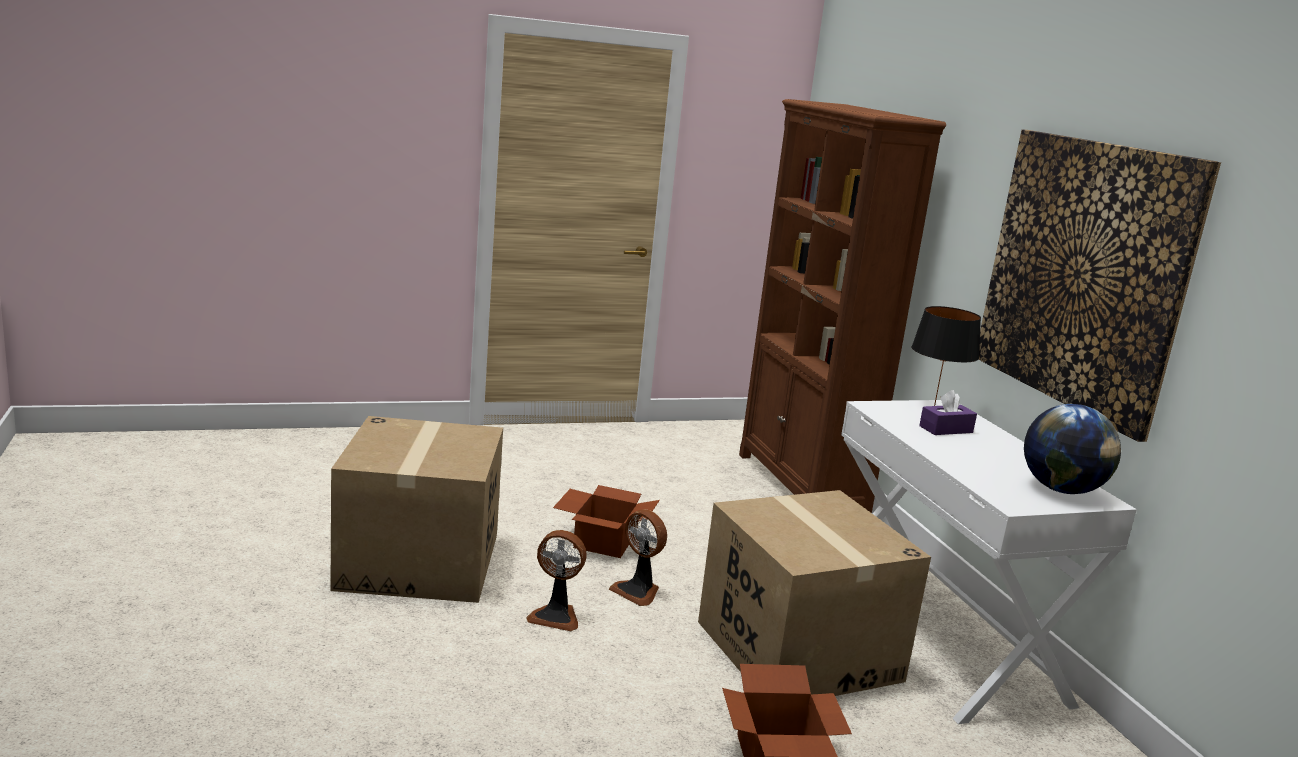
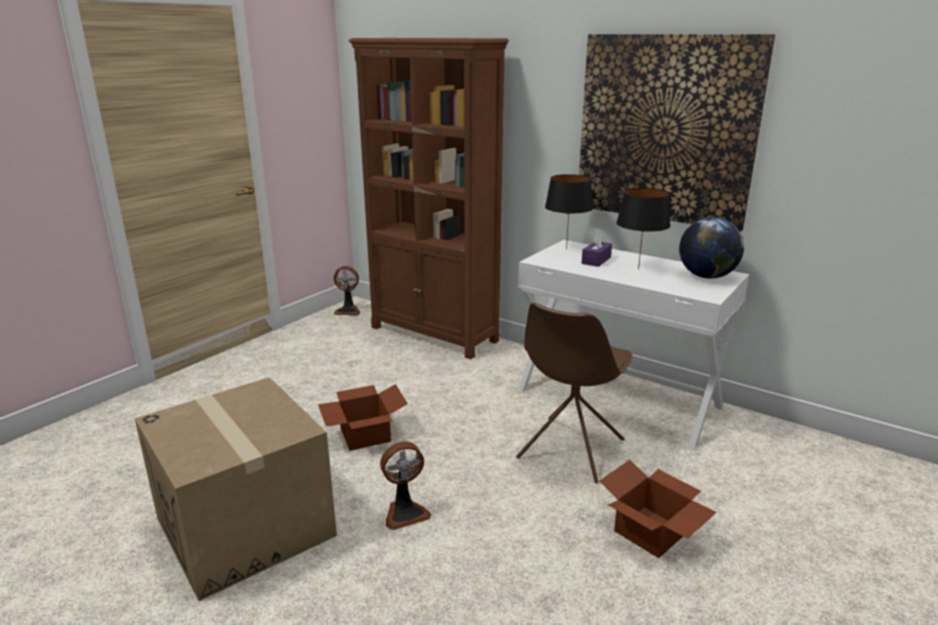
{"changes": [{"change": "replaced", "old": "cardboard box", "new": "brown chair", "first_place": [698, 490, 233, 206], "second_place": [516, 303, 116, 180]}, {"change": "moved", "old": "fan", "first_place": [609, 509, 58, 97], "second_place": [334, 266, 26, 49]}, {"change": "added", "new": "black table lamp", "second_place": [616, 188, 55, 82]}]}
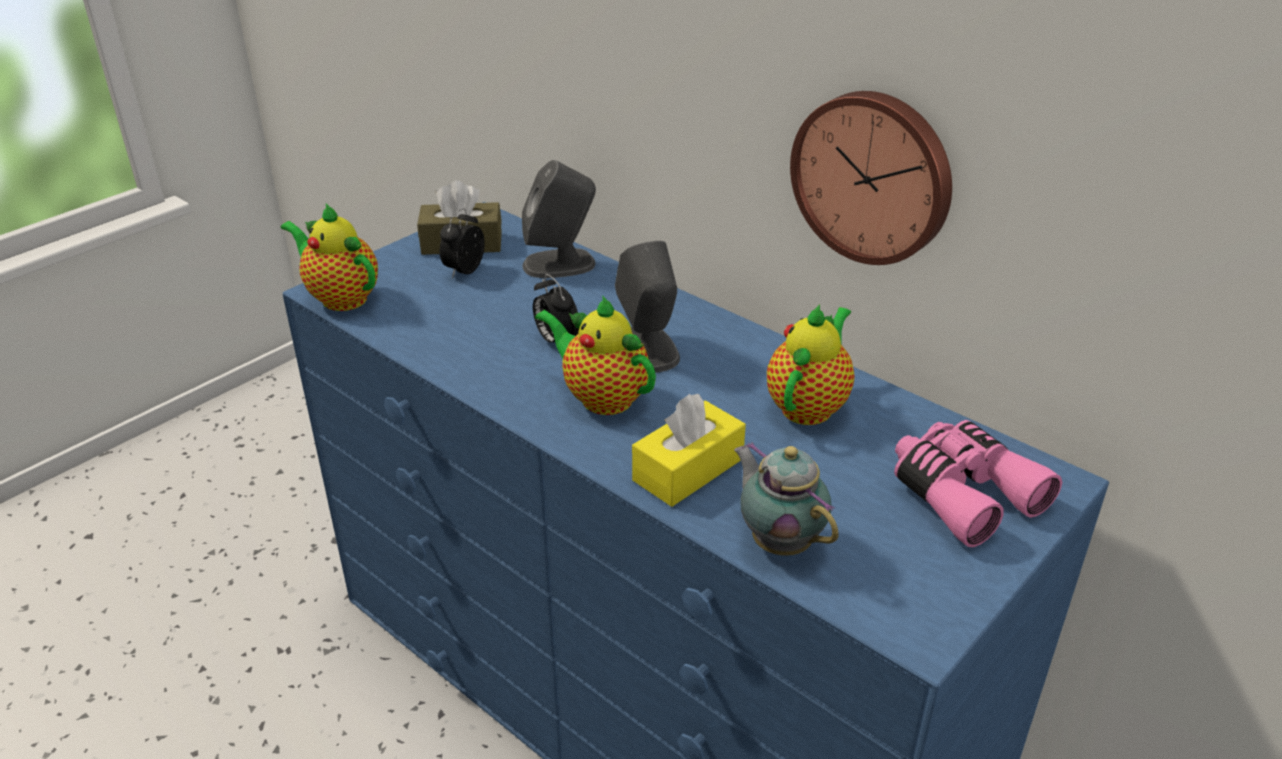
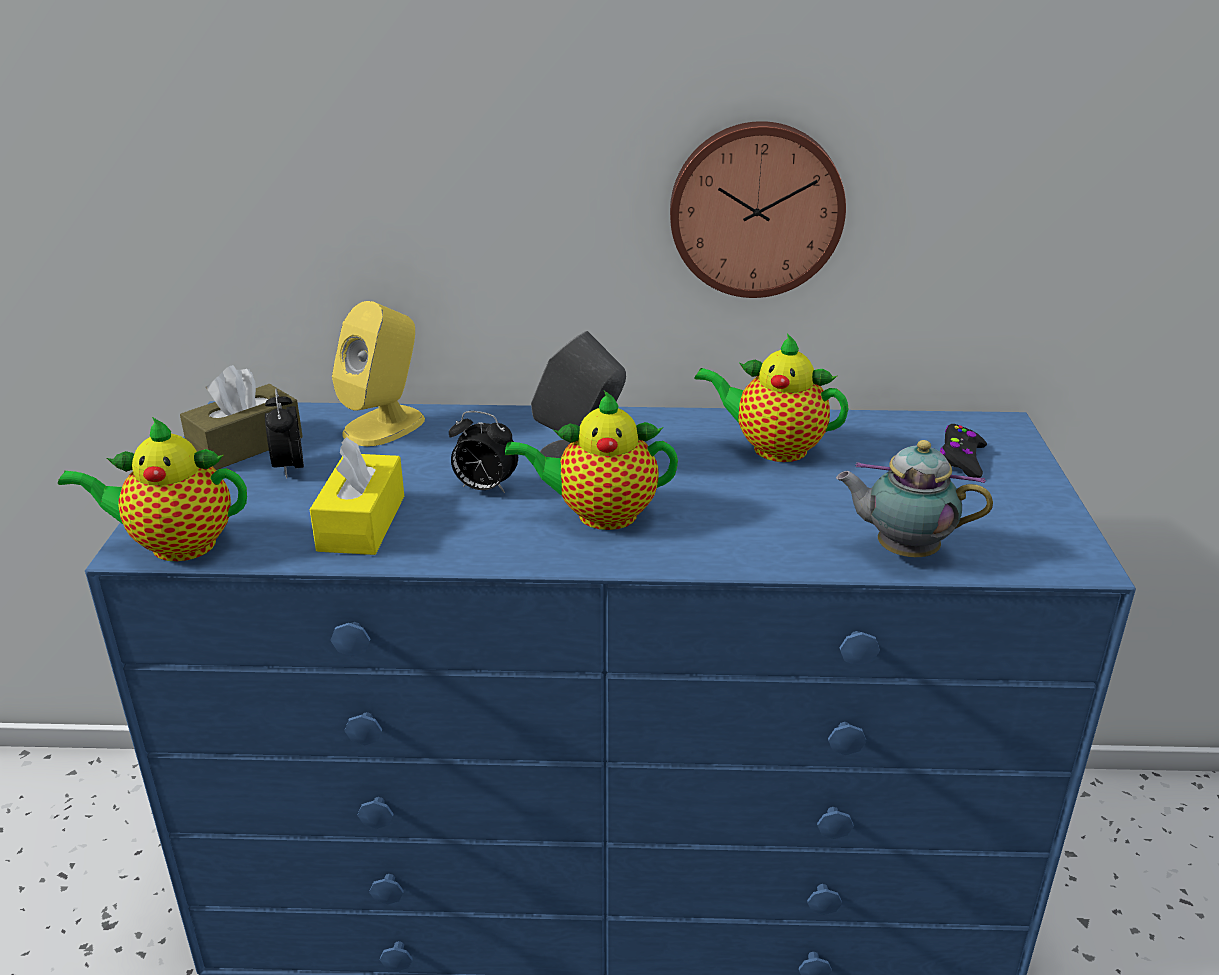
{"changes": [{"change": "recoloured", "old": "grey speaker", "new": "yellow speaker", "first_place": [522, 160, 74, 118], "second_place": [332, 301, 93, 145]}, {"change": "turned", "old": "teapot", "first_place": [767, 304, 87, 121], "second_place": [694, 333, 155, 129], "degrees": -60}, {"change": "moved", "old": "yellow tissue box", "first_place": [632, 394, 114, 113], "second_place": [310, 437, 94, 118]}, {"change": "replaced", "old": "pink binoculars", "new": "black game controller", "first_place": [894, 420, 168, 127], "second_place": [940, 424, 47, 54]}]}
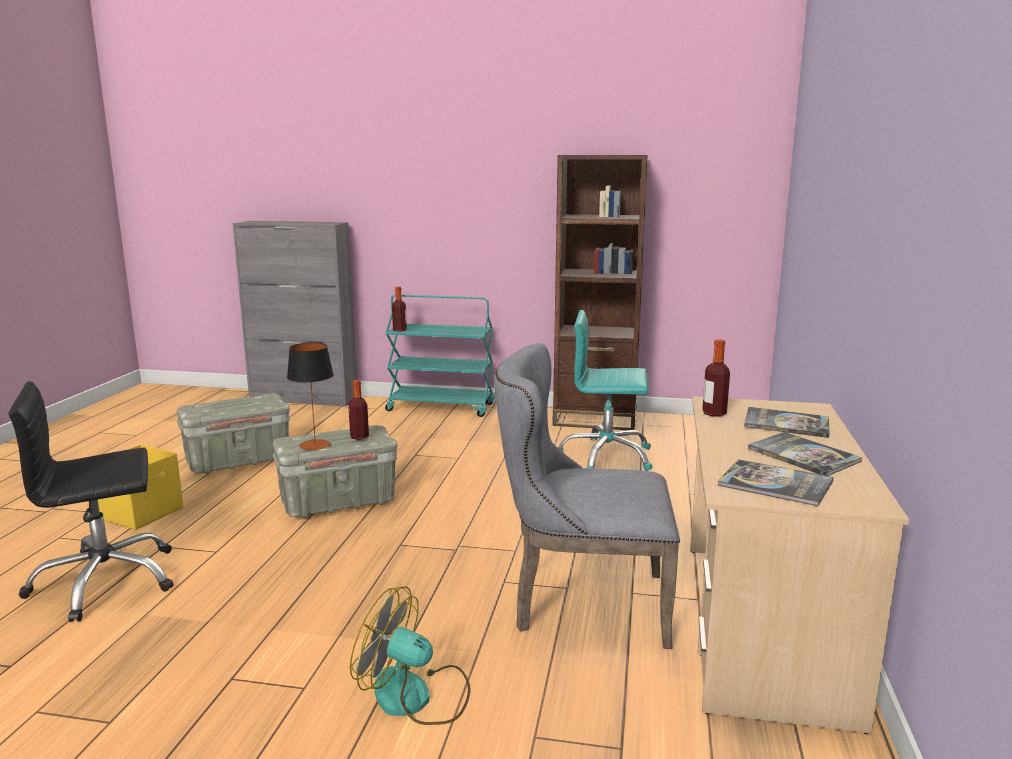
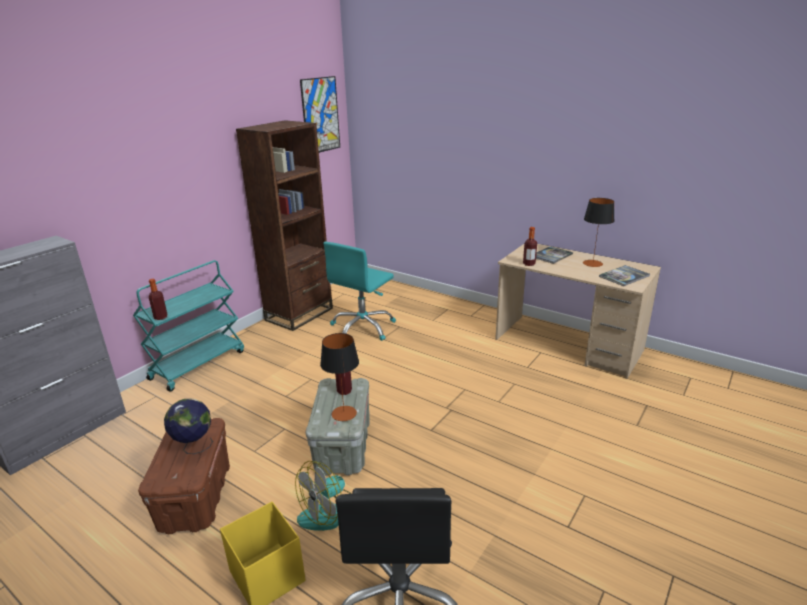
{"changes": [{"change": "removed", "old": "grey chair", "first_place": [494, 343, 186, 306]}, {"change": "recoloured", "old": "grey storage box", "new": "brown storage box", "first_place": [177, 393, 113, 81], "second_place": [138, 418, 92, 116]}, {"change": "replaced", "old": "book", "new": "table lamp", "first_place": [748, 432, 114, 44], "second_place": [583, 198, 32, 69]}, {"change": "moved", "old": "fan", "first_place": [350, 586, 121, 139], "second_place": [295, 461, 57, 70]}, {"change": "added", "new": "picture", "second_place": [300, 76, 40, 77]}, {"change": "added", "new": "globe", "second_place": [164, 399, 49, 55]}]}
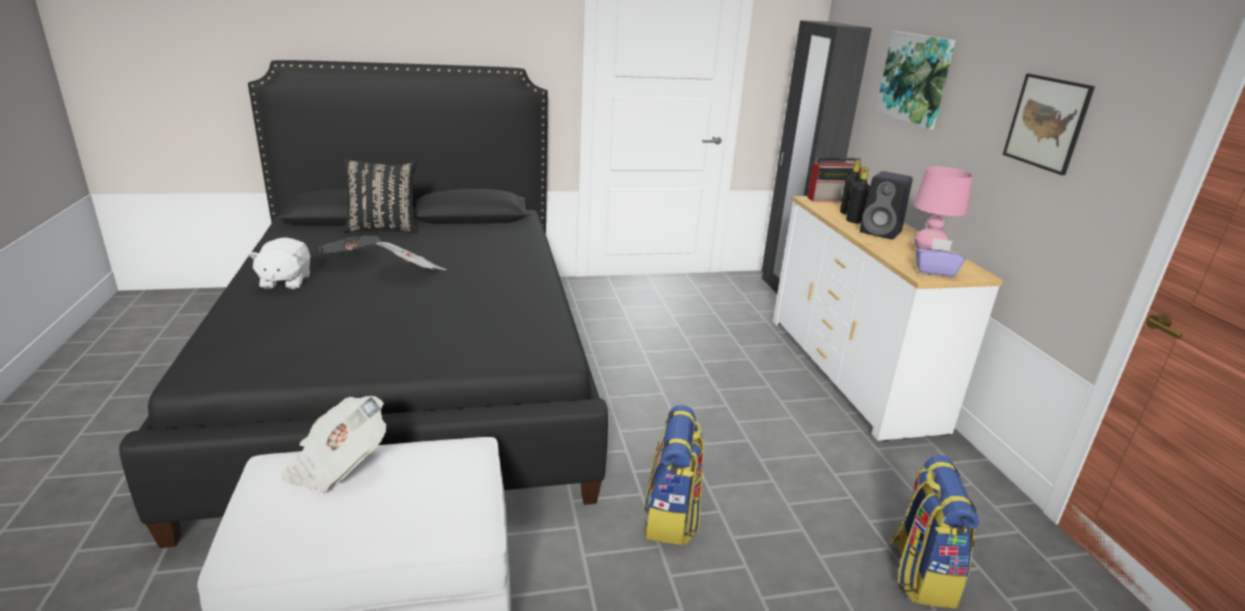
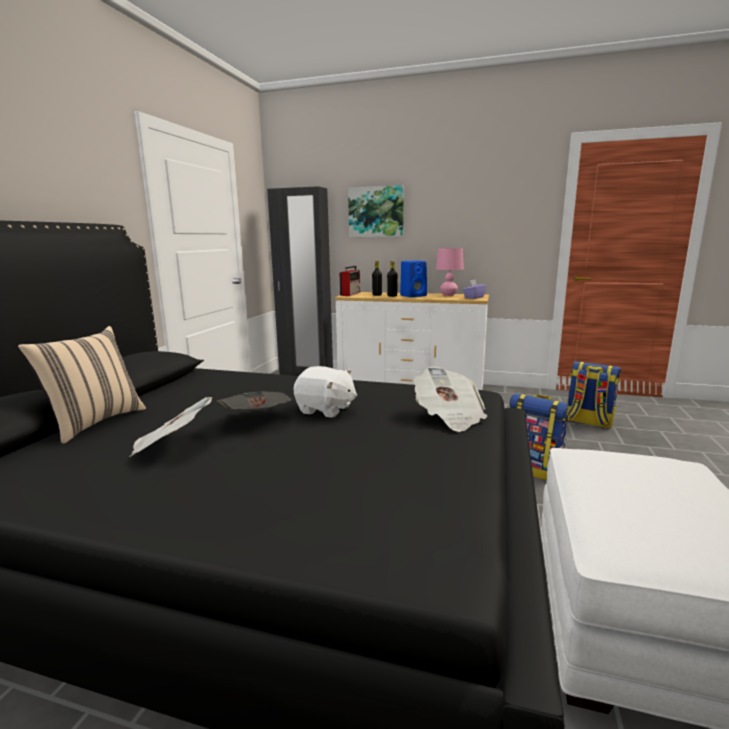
{"changes": [{"change": "removed", "old": "picture", "first_place": [1003, 74, 92, 101]}, {"change": "recoloured", "old": "black pillow", "new": "beige pillow", "first_place": [342, 159, 76, 75], "second_place": [18, 326, 128, 118]}, {"change": "recoloured", "old": "black speaker", "new": "blue speaker", "first_place": [860, 171, 53, 68], "second_place": [400, 260, 27, 37]}, {"change": "moved", "old": "white plush toy", "first_place": [248, 237, 62, 52], "second_place": [294, 366, 63, 52]}, {"change": "moved", "old": "newspaper", "first_place": [282, 396, 105, 97], "second_place": [414, 366, 73, 66]}]}
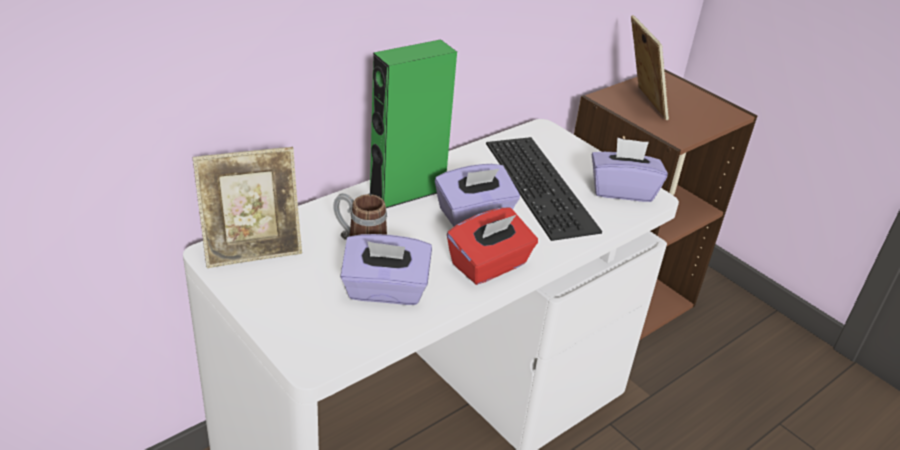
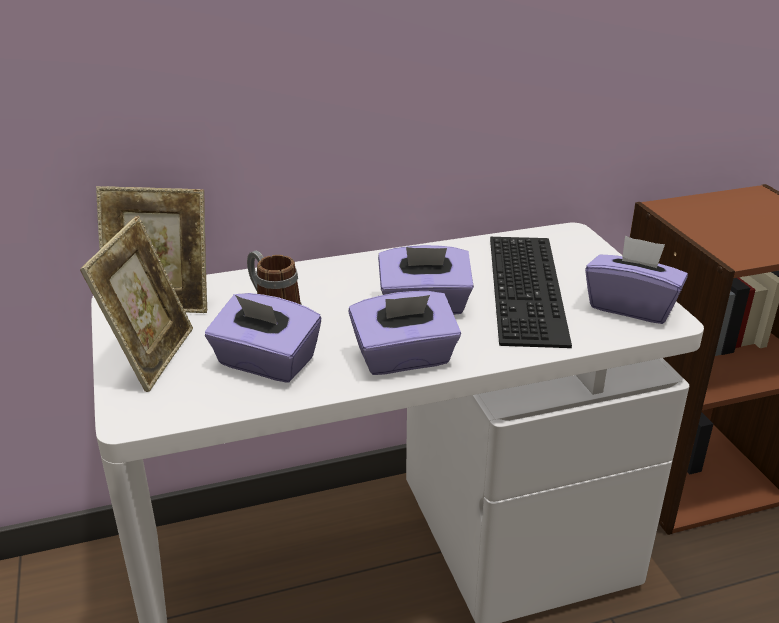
{"changes": [{"change": "moved", "old": "picture frame", "first_place": [631, 15, 38, 105], "second_place": [80, 216, 113, 176]}, {"change": "removed", "old": "green speaker", "first_place": [369, 40, 88, 168]}, {"change": "recoloured", "old": "red tissue box", "new": "purple tissue box", "first_place": [447, 208, 91, 77], "second_place": [348, 291, 113, 84]}]}
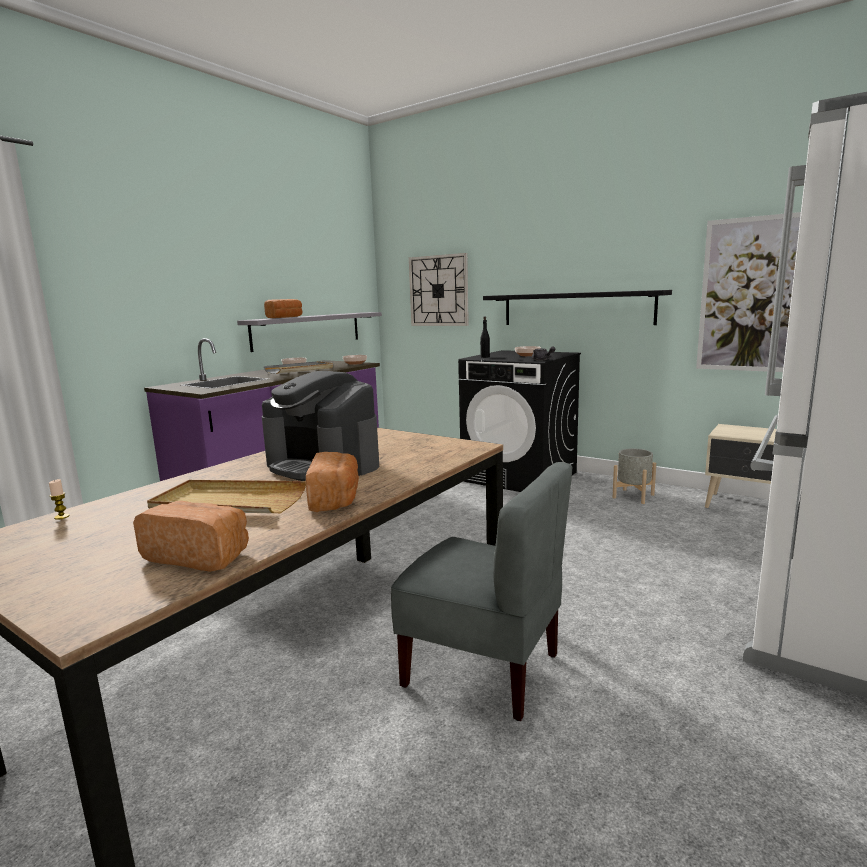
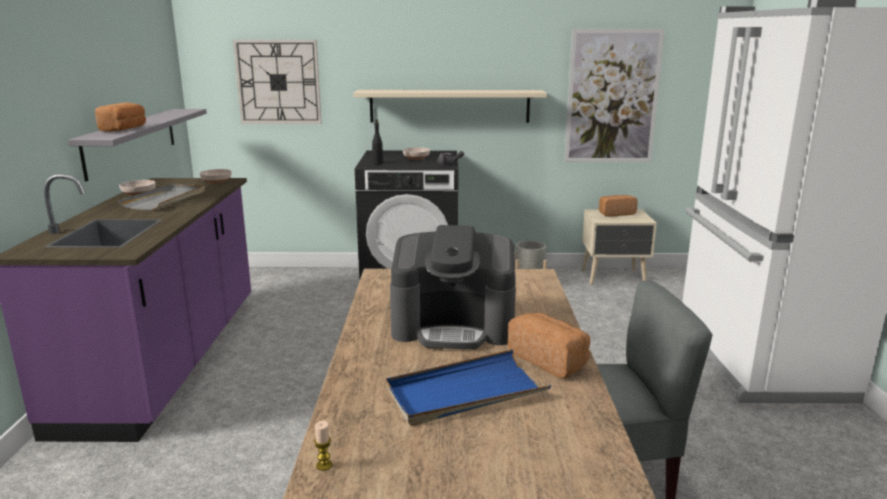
{"changes": [{"change": "recoloured", "old": "black shelf", "new": "beige shelf", "first_place": [483, 290, 189, 35], "second_place": [353, 90, 194, 33]}, {"change": "recoloured", "old": "beige tray", "new": "blue tray", "first_place": [147, 480, 159, 33], "second_place": [386, 349, 165, 77]}, {"change": "moved", "old": "bread", "first_place": [133, 501, 116, 71], "second_place": [599, 195, 39, 22]}]}
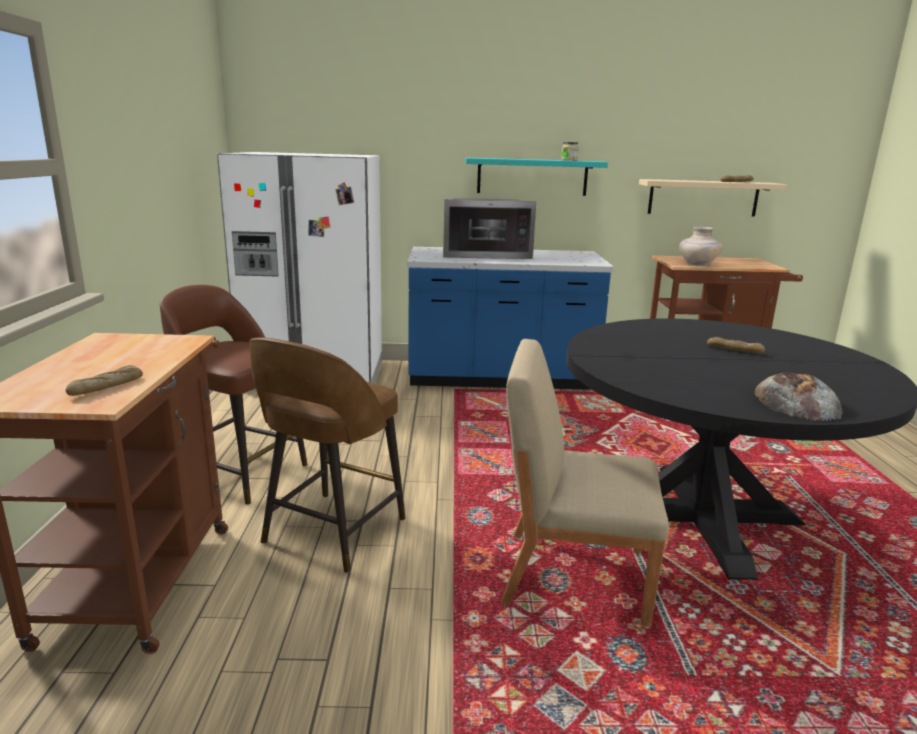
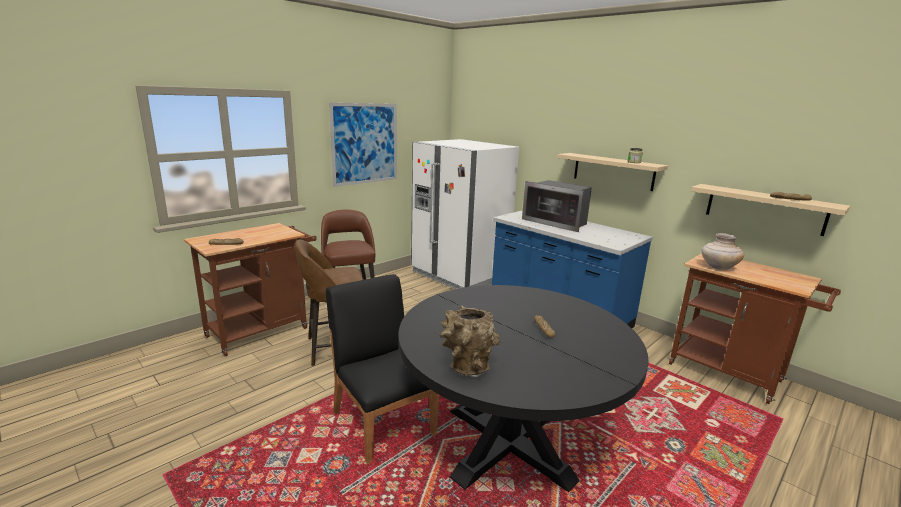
{"changes": [{"change": "recoloured", "old": "turquoise shelf", "new": "beige shelf", "first_place": [466, 158, 142, 38], "second_place": [557, 153, 111, 38]}, {"change": "recoloured", "old": "beige chair", "new": "black chair", "first_place": [501, 339, 168, 288], "second_place": [326, 274, 113, 190]}, {"change": "replaced", "old": "bread", "new": "brown vase", "first_place": [755, 373, 88, 48], "second_place": [439, 305, 61, 72]}, {"change": "added", "new": "picture", "second_place": [329, 103, 68, 84]}]}
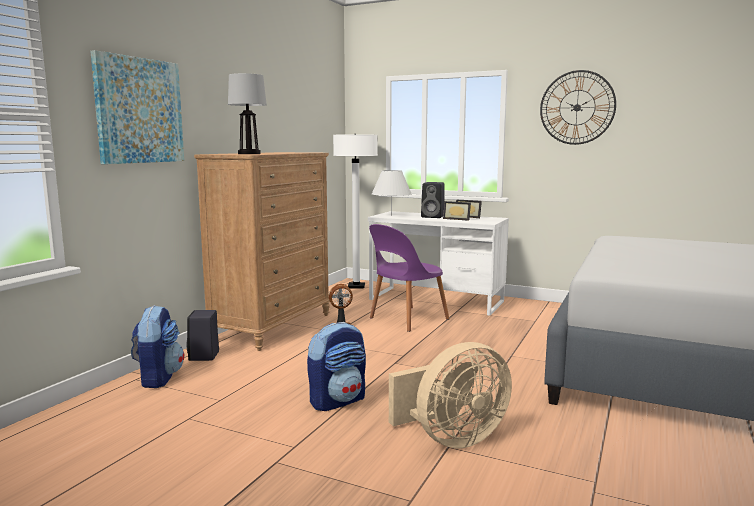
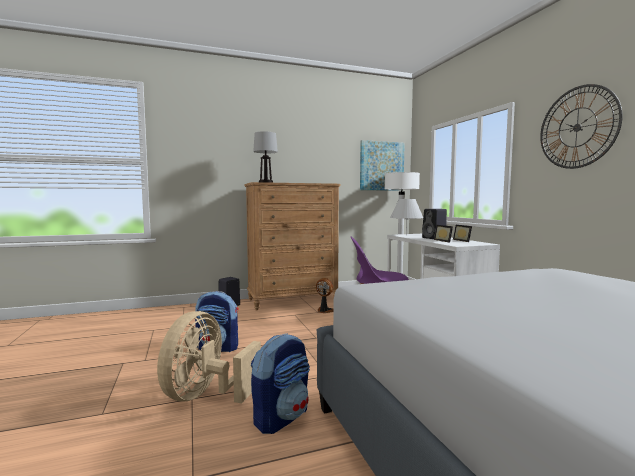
{"changes": [{"change": "moved", "old": "picture", "first_place": [90, 50, 94, 114], "second_place": [360, 140, 45, 51]}, {"change": "moved", "old": "backpack", "first_place": [131, 305, 54, 83], "second_place": [251, 333, 59, 101]}, {"change": "turned", "old": "beige fan", "first_place": [389, 342, 123, 106], "second_place": [157, 311, 104, 93], "degrees": 90}]}
